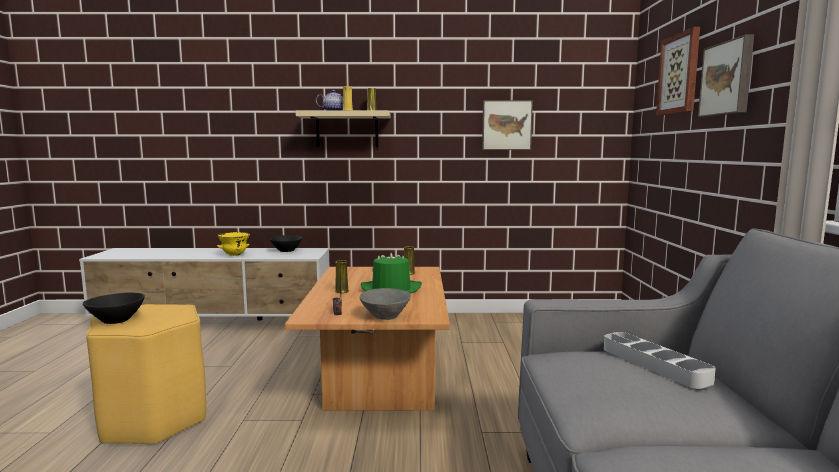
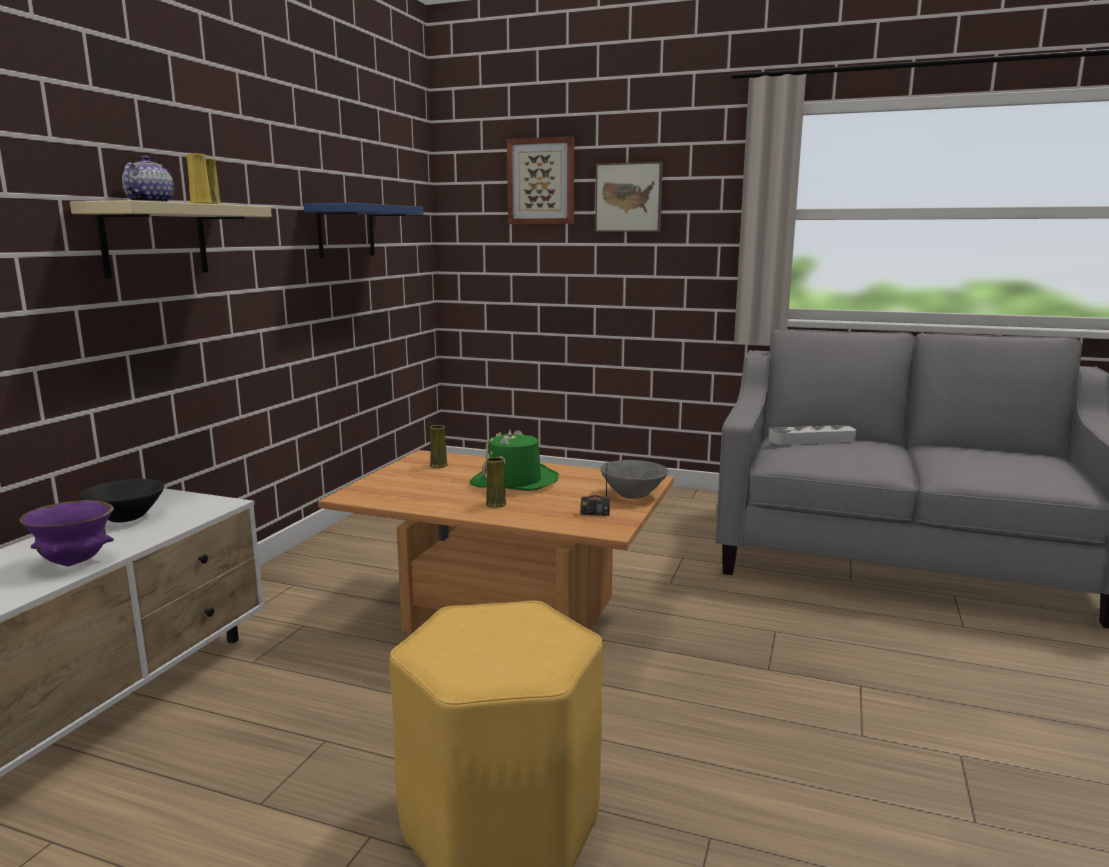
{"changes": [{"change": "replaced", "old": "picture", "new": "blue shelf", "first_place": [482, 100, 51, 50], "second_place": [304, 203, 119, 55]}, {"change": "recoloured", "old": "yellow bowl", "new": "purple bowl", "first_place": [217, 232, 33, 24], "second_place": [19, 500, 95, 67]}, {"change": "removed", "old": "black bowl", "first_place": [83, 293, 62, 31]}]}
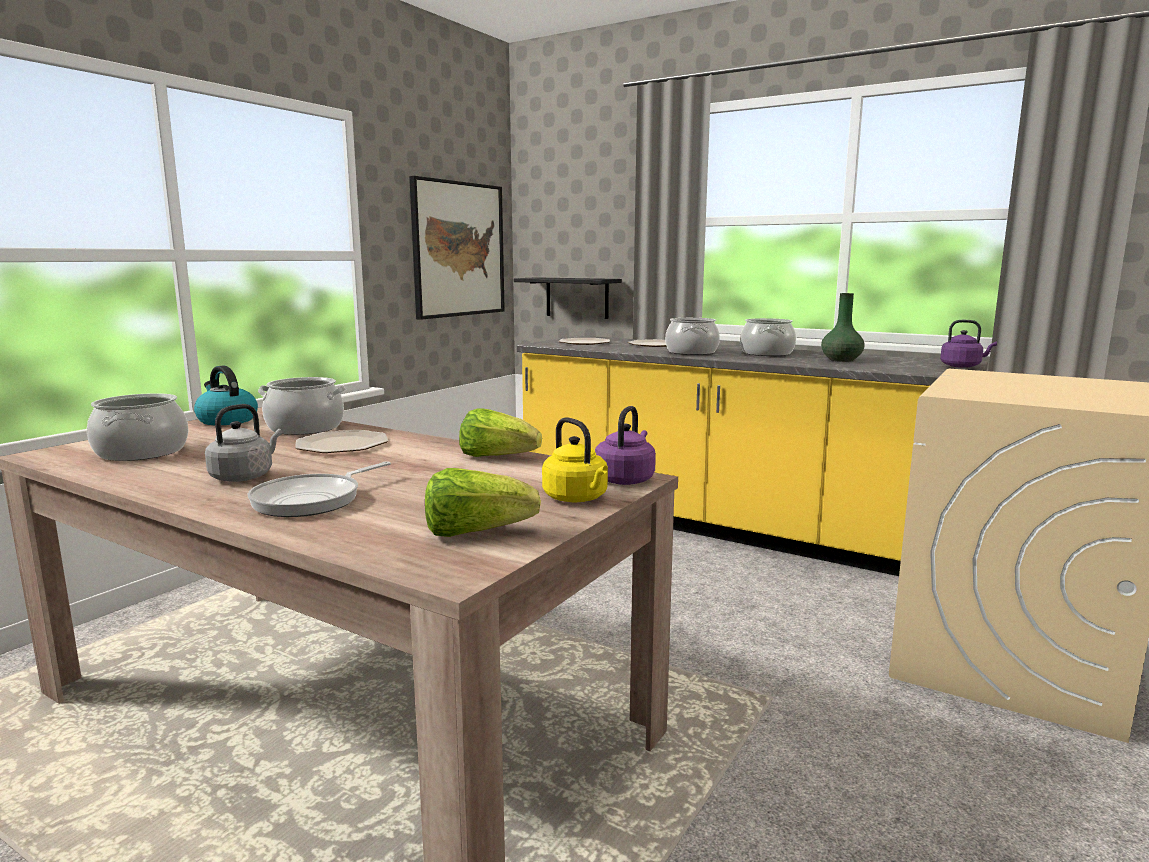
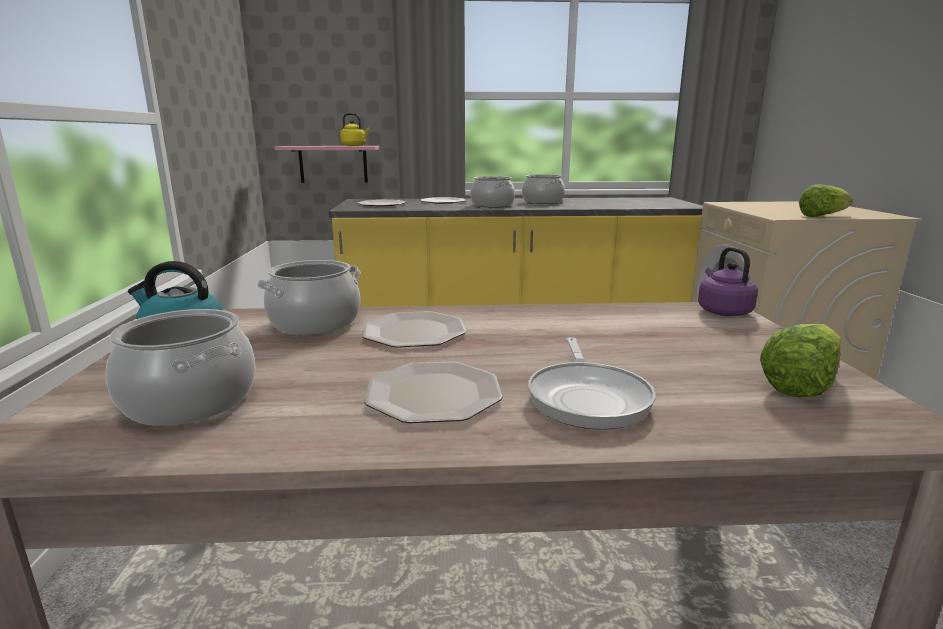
{"changes": [{"change": "removed", "old": "picture", "first_place": [409, 176, 96, 144]}, {"change": "recoloured", "old": "black shelf", "new": "pink shelf", "first_place": [514, 277, 108, 42], "second_place": [274, 146, 105, 37]}, {"change": "removed", "old": "green vase", "first_place": [821, 293, 44, 69]}, {"change": "removed", "old": "purple kettle", "first_place": [940, 320, 57, 48]}, {"change": "replaced", "old": "grey kettle", "new": "plate", "first_place": [205, 404, 77, 78], "second_place": [365, 361, 138, 62]}, {"change": "moved", "old": "lettuce", "first_place": [459, 408, 83, 49], "second_place": [799, 184, 54, 33]}, {"change": "moved", "old": "yellow kettle", "first_place": [542, 417, 66, 85], "second_place": [340, 113, 30, 33]}]}
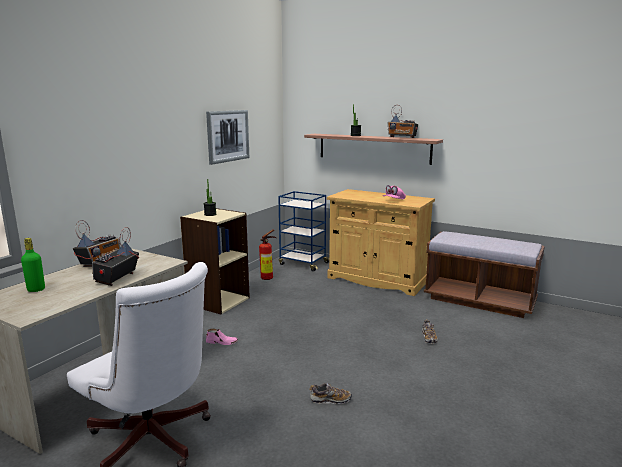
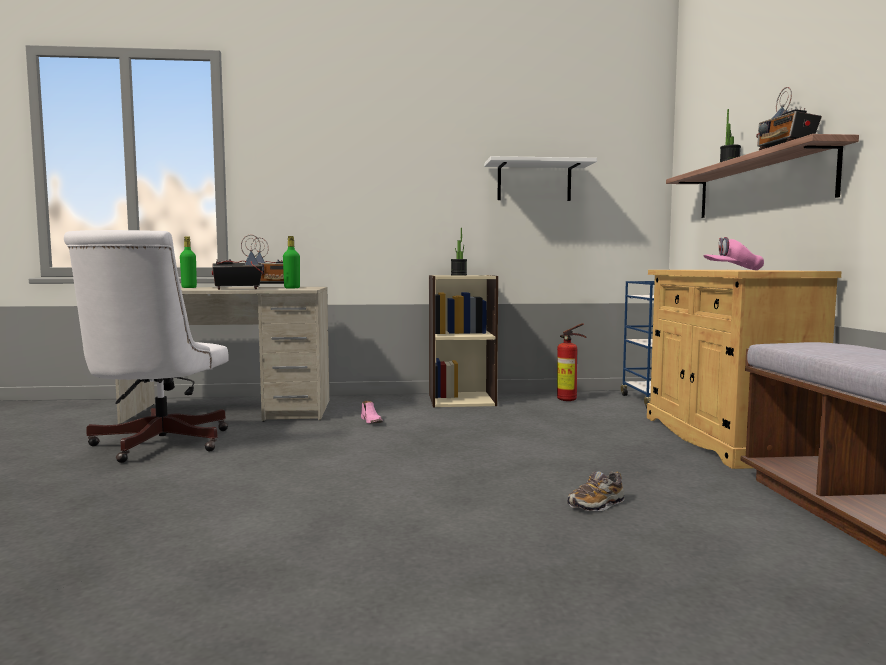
{"changes": [{"change": "replaced", "old": "picture", "new": "white shelf", "first_place": [206, 110, 43, 55], "second_place": [484, 156, 113, 45]}, {"change": "removed", "old": "shoe", "first_place": [309, 383, 43, 21]}, {"change": "added", "new": "green bottle", "second_place": [283, 236, 17, 52]}]}
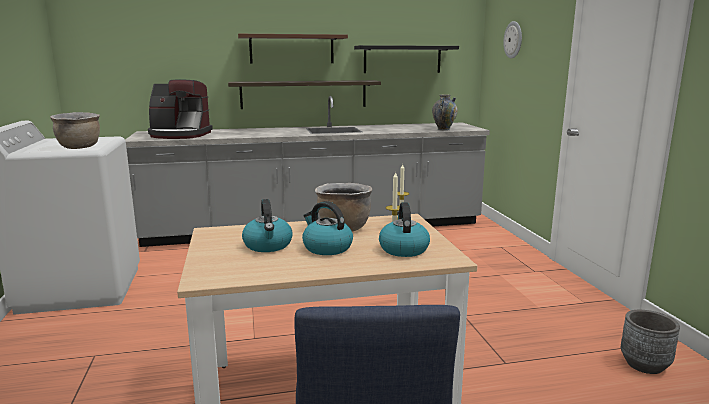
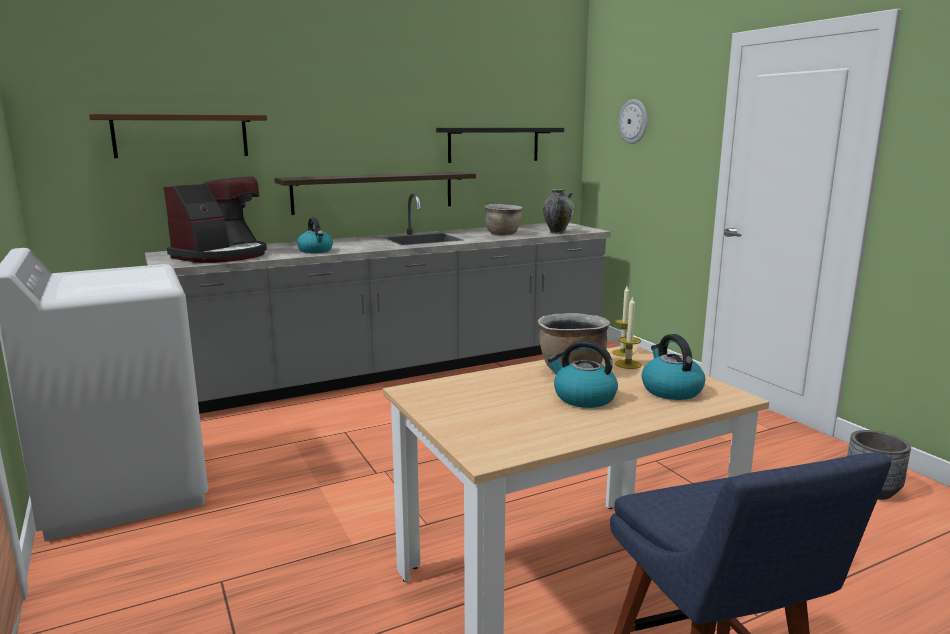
{"changes": [{"change": "moved", "old": "brown shelf", "first_place": [238, 34, 110, 30], "second_place": [89, 114, 178, 44]}, {"change": "turned", "old": "coffee machine", "first_place": [148, 79, 65, 60], "second_place": [164, 177, 103, 86], "degrees": -45}, {"change": "moved", "old": "brown cooking pot", "first_place": [50, 112, 50, 37], "second_place": [484, 204, 39, 31]}, {"change": "moved", "old": "kettle", "first_place": [242, 199, 50, 53], "second_place": [297, 217, 36, 36]}]}
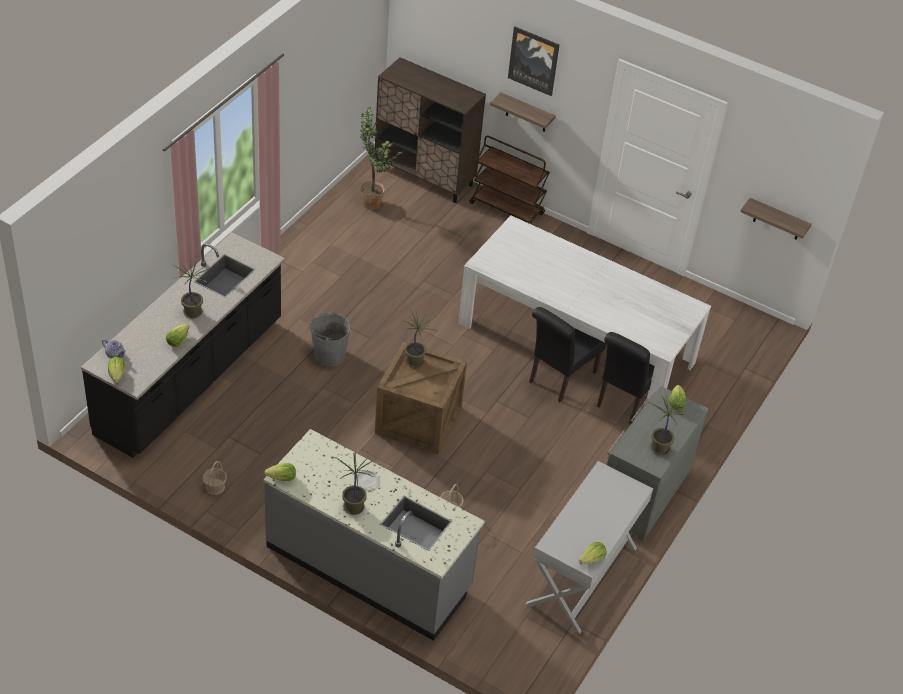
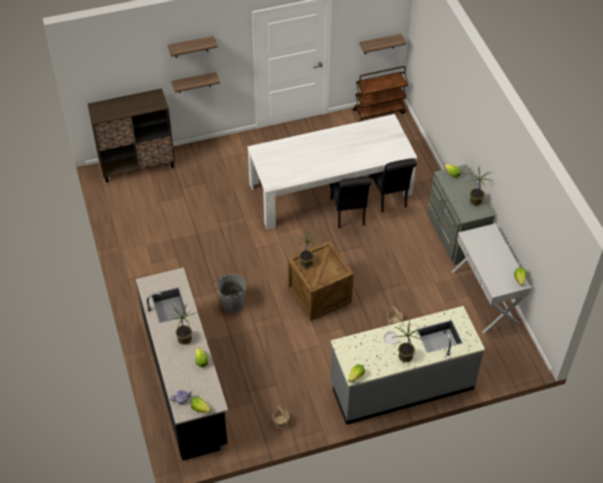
{"changes": [{"change": "replaced", "old": "picture", "new": "shelf", "first_place": [508, 27, 51, 69], "second_place": [167, 36, 51, 22]}, {"change": "removed", "old": "potted plant", "first_place": [360, 107, 44, 103]}, {"change": "moved", "old": "brown cart", "first_place": [470, 135, 80, 90], "second_place": [353, 66, 55, 56]}]}
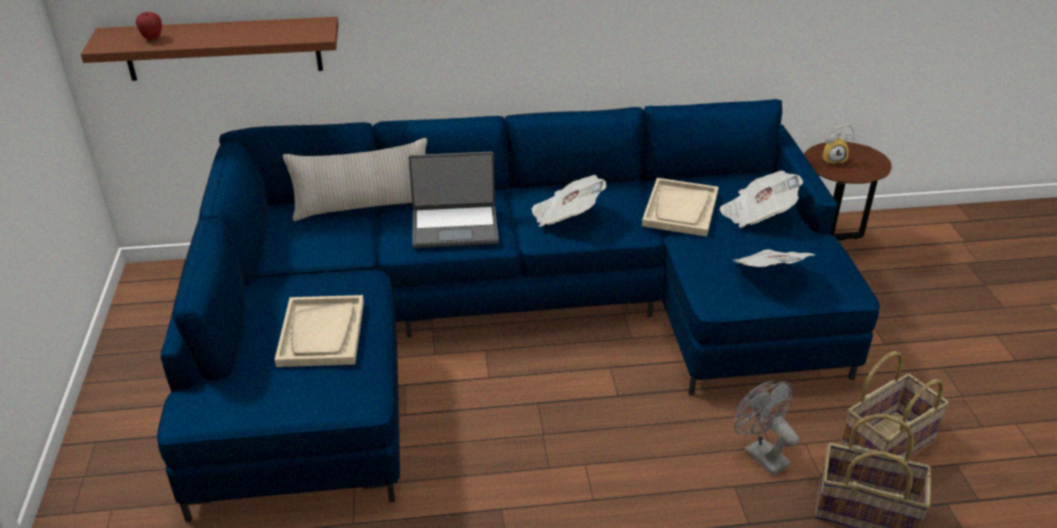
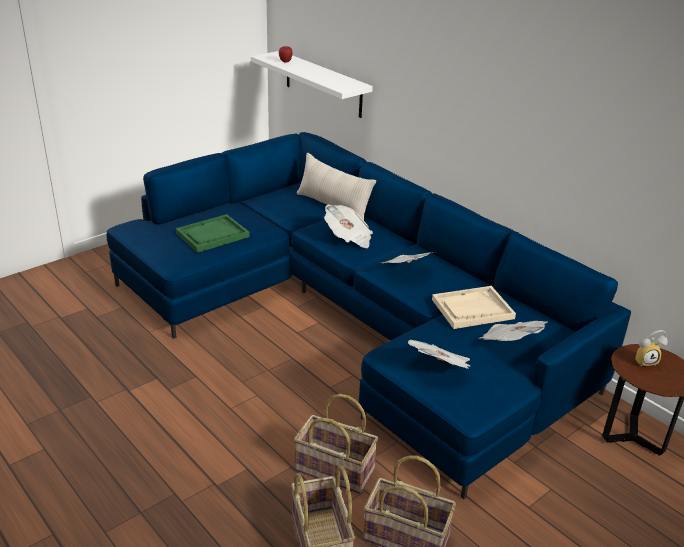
{"changes": [{"change": "recoloured", "old": "brown shelf", "new": "white shelf", "first_place": [81, 17, 257, 64], "second_place": [251, 51, 122, 67]}, {"change": "turned", "old": "alarm clock", "first_place": [823, 124, 32, 41], "second_place": [635, 330, 33, 37], "degrees": -60}, {"change": "replaced", "old": "laptop", "new": "newspaper", "first_place": [409, 152, 90, 96], "second_place": [324, 204, 49, 44]}, {"change": "recoloured", "old": "beige tray", "new": "green tray", "first_place": [275, 295, 89, 72], "second_place": [176, 214, 74, 39]}, {"change": "replaced", "old": "grey fan", "new": "basket", "first_place": [734, 381, 65, 94], "second_place": [294, 394, 84, 100]}]}
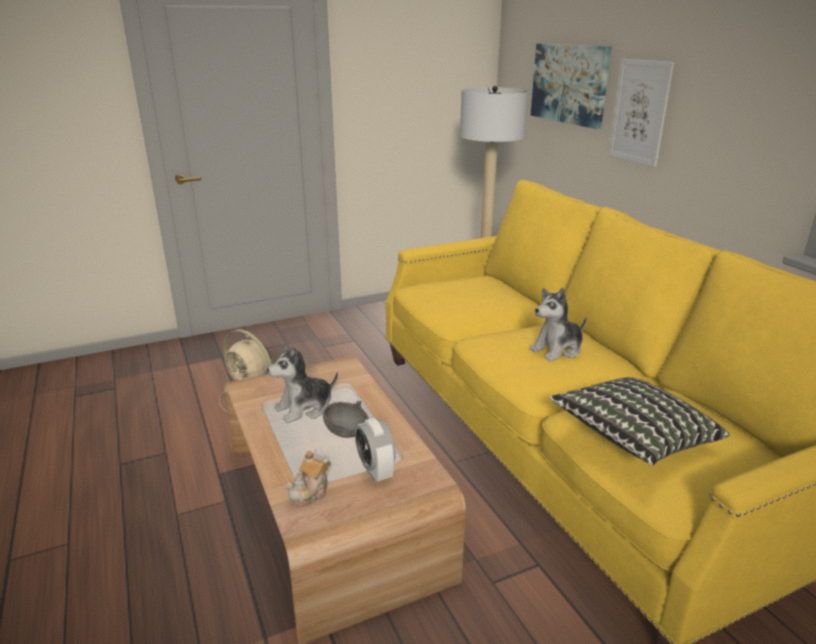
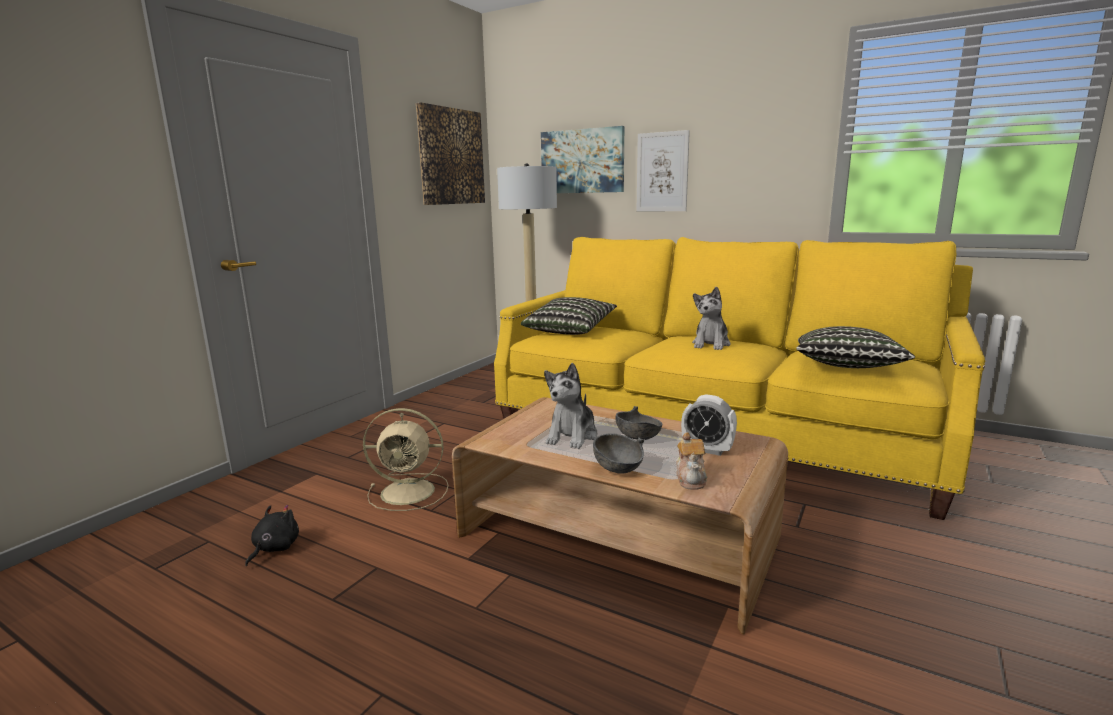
{"changes": [{"change": "added", "new": "picture", "second_place": [416, 102, 69, 103]}, {"change": "added", "new": "pillow", "second_place": [521, 297, 96, 38]}, {"change": "added", "new": "grey bowl", "second_place": [593, 433, 51, 41]}, {"change": "added", "new": "black plush toy", "second_place": [245, 505, 54, 61]}]}
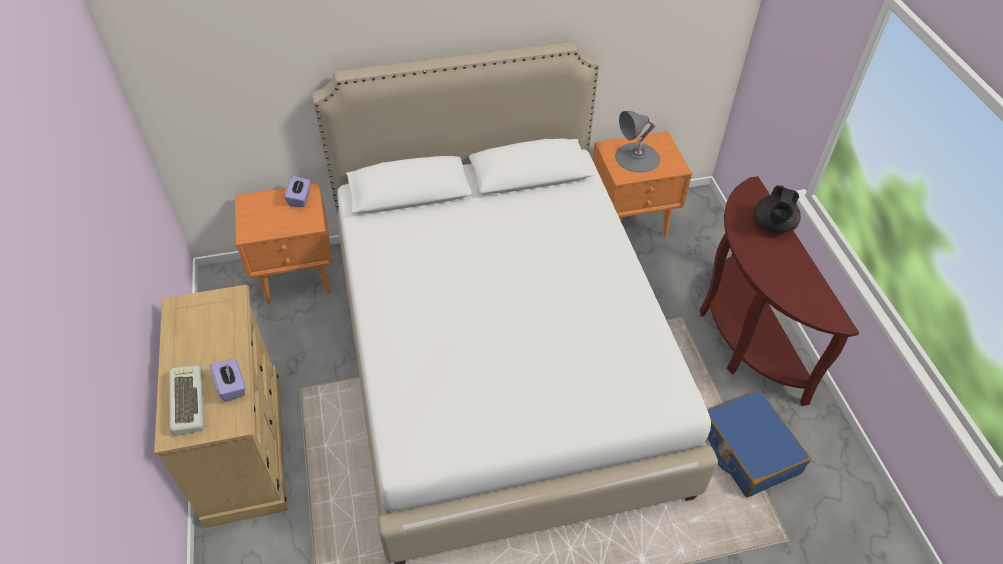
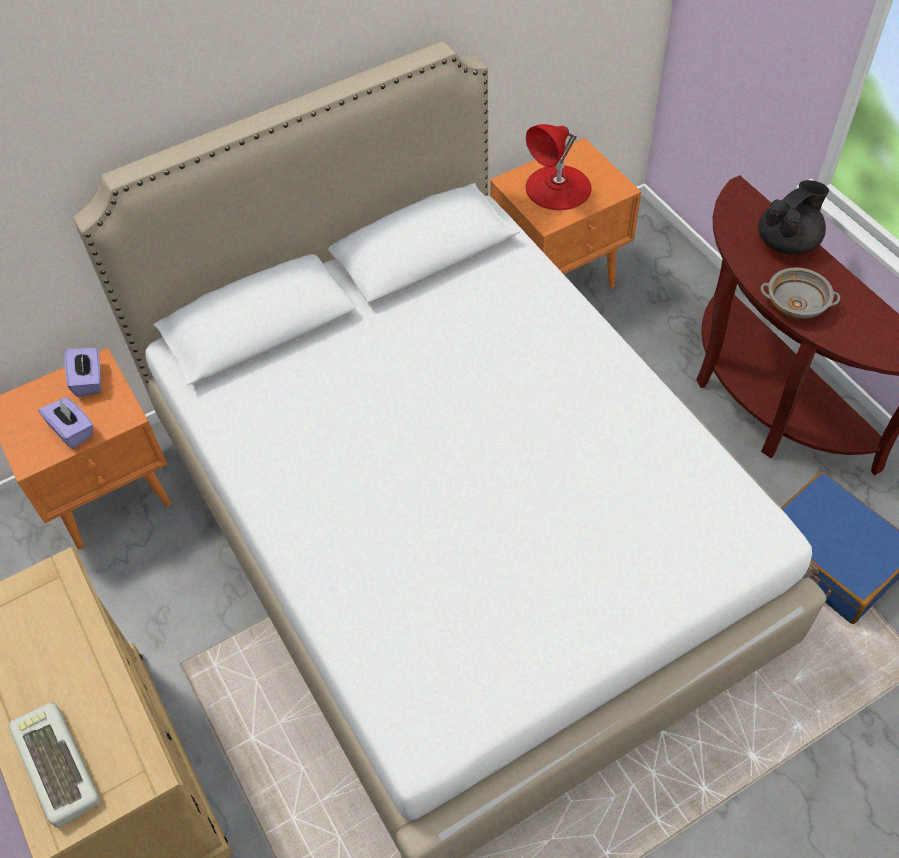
{"changes": [{"change": "recoloured", "old": "grey table lamp", "new": "red table lamp", "first_place": [615, 111, 45, 62], "second_place": [526, 124, 66, 86]}, {"change": "turned", "old": "black teapot", "first_place": [754, 185, 47, 48], "second_place": [758, 180, 71, 75], "degrees": -135}, {"change": "moved", "old": "purple tissue box", "first_place": [210, 359, 36, 43], "second_place": [39, 397, 54, 52]}, {"change": "added", "new": "grey bowl", "second_place": [761, 268, 79, 51]}]}
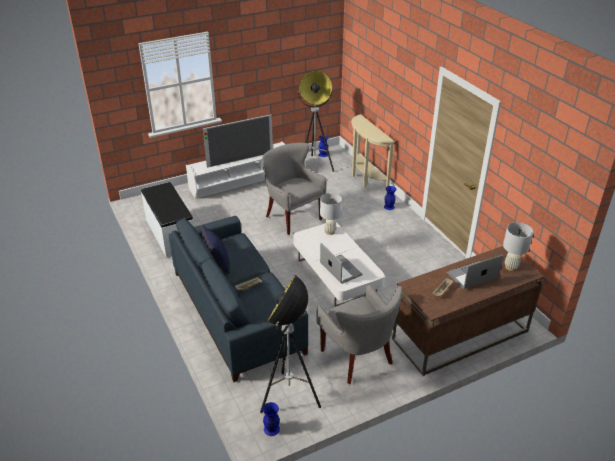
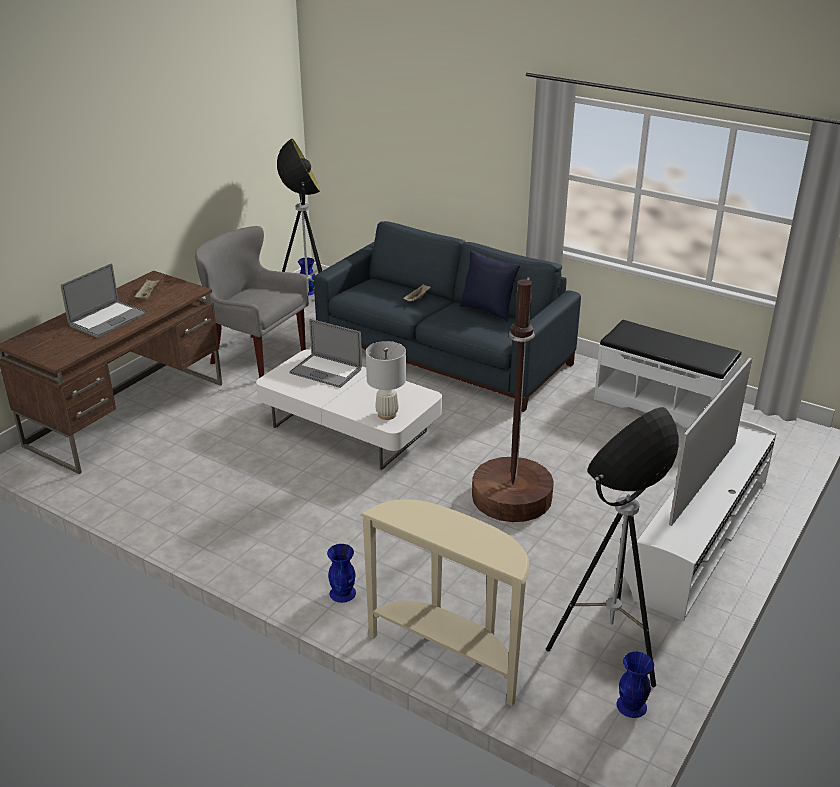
{"changes": [{"change": "replaced", "old": "grey armchair", "new": "brown floor lamp", "first_place": [262, 143, 65, 92], "second_place": [472, 277, 82, 245]}, {"change": "removed", "old": "white table lamp", "first_place": [503, 222, 30, 49]}]}
